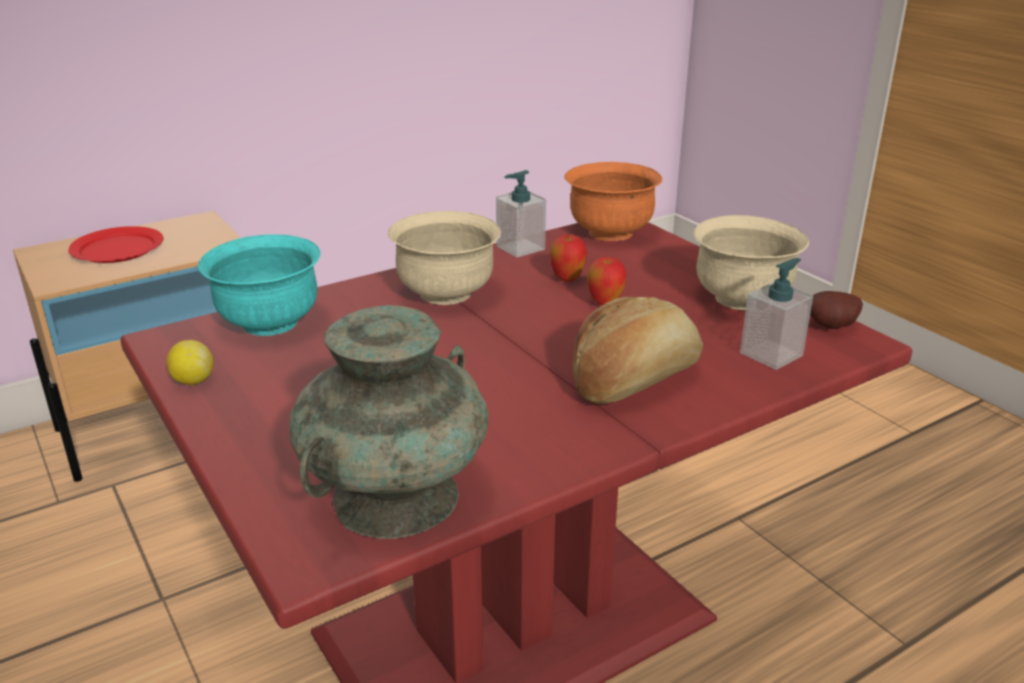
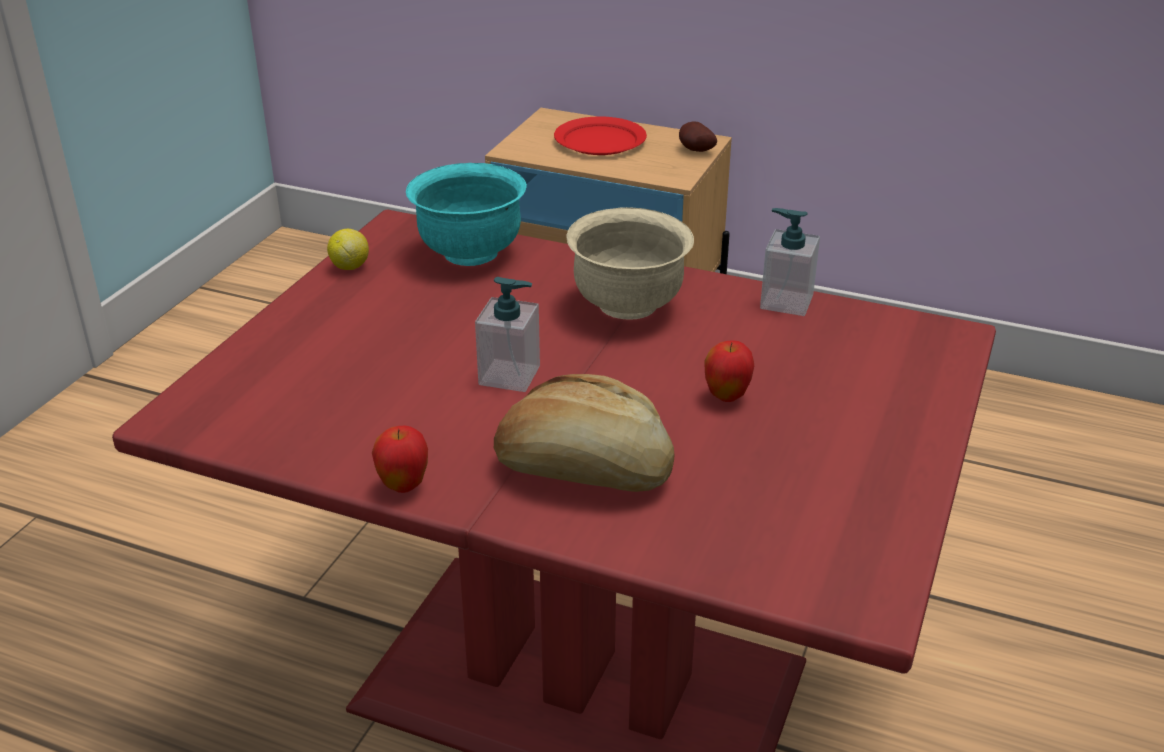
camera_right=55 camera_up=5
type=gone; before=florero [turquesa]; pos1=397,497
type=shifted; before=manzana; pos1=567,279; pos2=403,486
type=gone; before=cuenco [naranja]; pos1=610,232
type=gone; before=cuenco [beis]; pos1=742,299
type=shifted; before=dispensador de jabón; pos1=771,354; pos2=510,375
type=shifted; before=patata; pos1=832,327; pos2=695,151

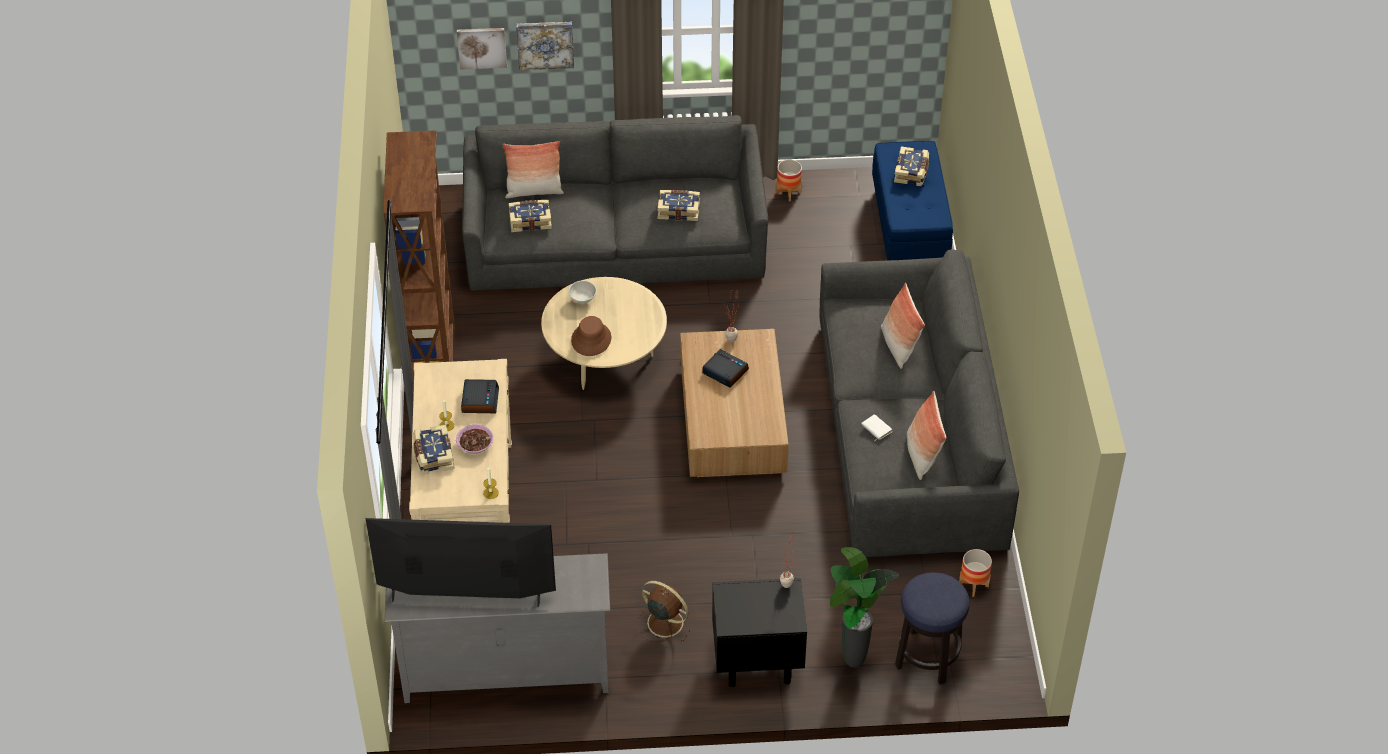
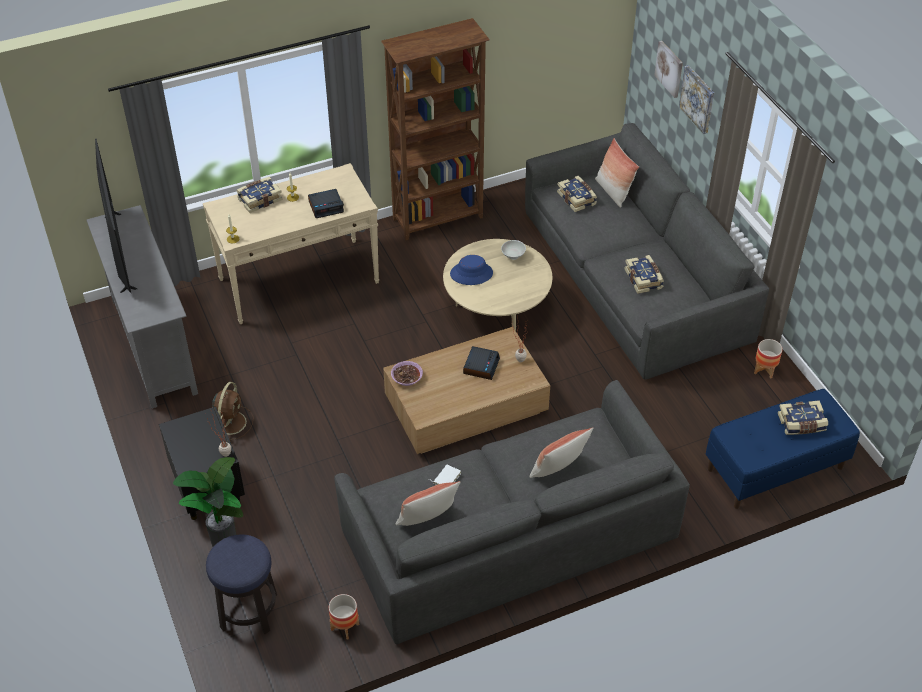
camera_right=70 camera_up=0
type=shifted; before=cuenco; pos1=475,444; pos2=406,378
type=repainted; before=sombrero [marrón]; after=sombrero [azul]; pos1=591,339; pos2=471,273

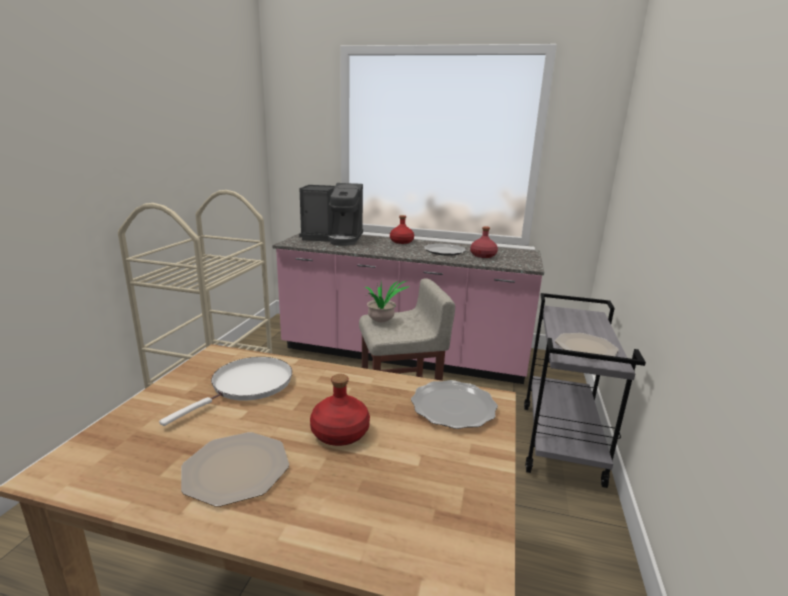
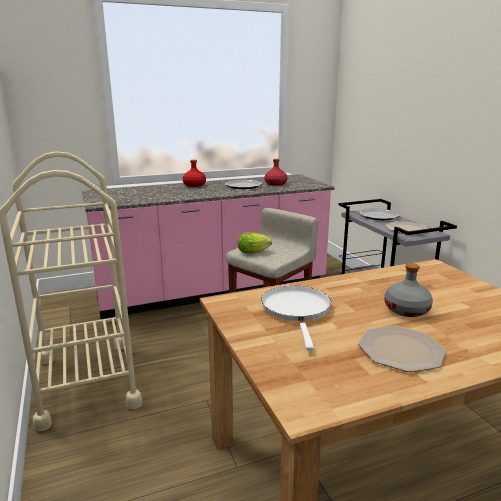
camera_right=-35 camera_up=0
type=gone; before=cafetera; pos1=334,239
type=repainted; before=botella [rojo]; after=botella [gris]; pos1=340,433; pos2=407,310
type=swapped; before=planta en maceta; after=lechuga; pos1=382,322; pos2=255,252
type=shifted; before=plato; pos1=453,407; pos2=378,216

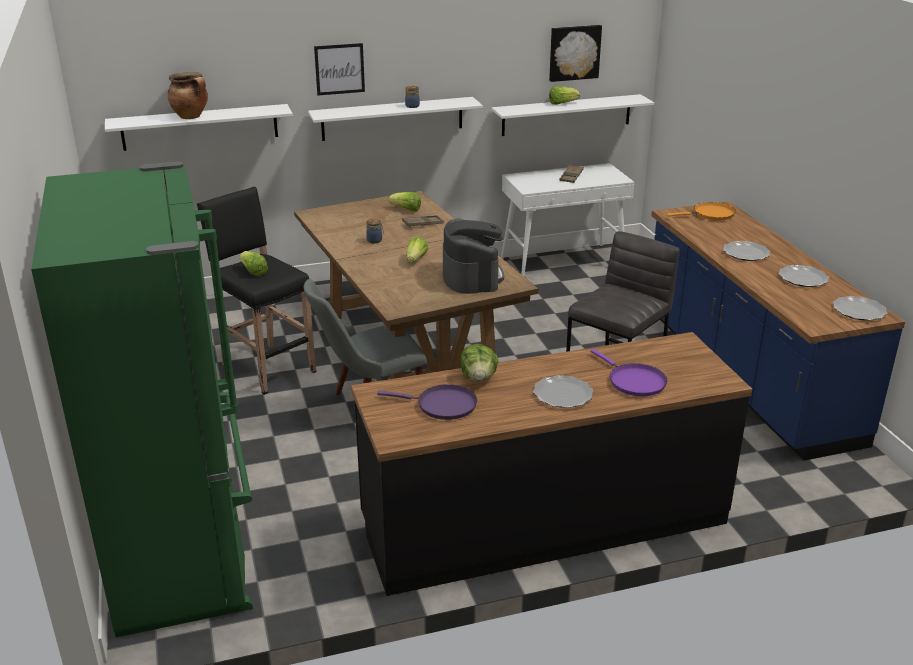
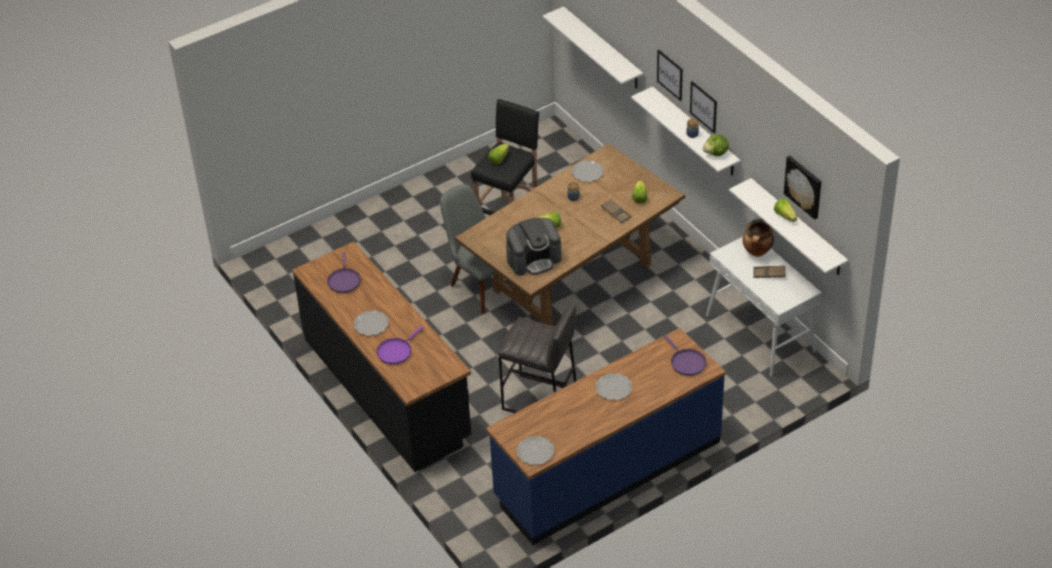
camera_right=75 camera_up=15
type=gone; before=nevera [verde]; pos1=184,553
type=shifted; before=olla; pos1=191,117; pos2=757,252
type=shifted; before=lechuga; pos1=479,378; pos2=716,153
type=repainted; before=sartén [naranja]; after=sartén [morado]; pos1=711,214; pos2=686,362
type=shifted; before=plato; pos1=802,278; pos2=587,172
type=new; after=cuadro; pos2=703,107

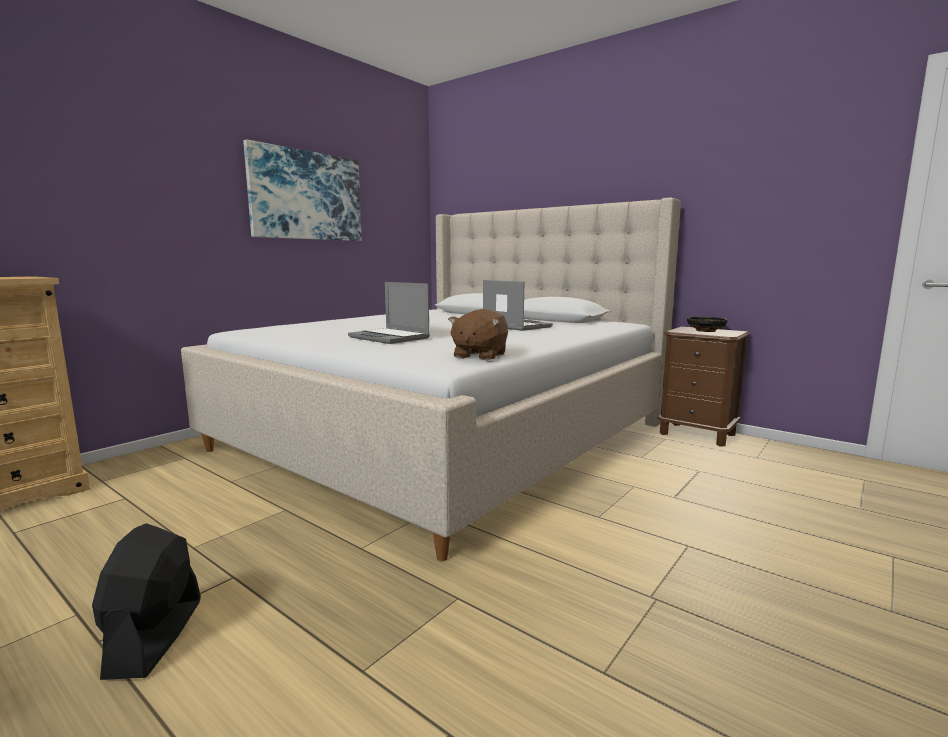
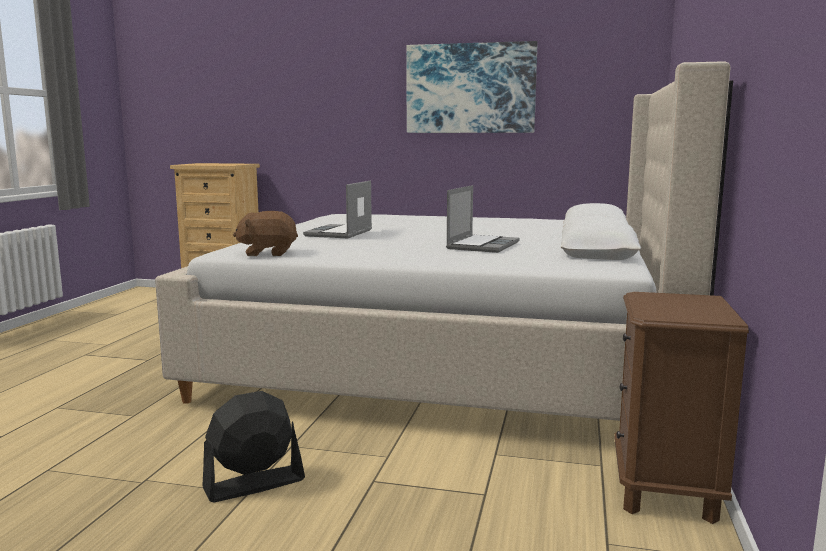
camera_right=65 camera_up=0
type=shifted; before=ventilador [negro]; pos1=155,637; pos2=254,484
type=gone; before=cuenco [negro]; pos1=706,330

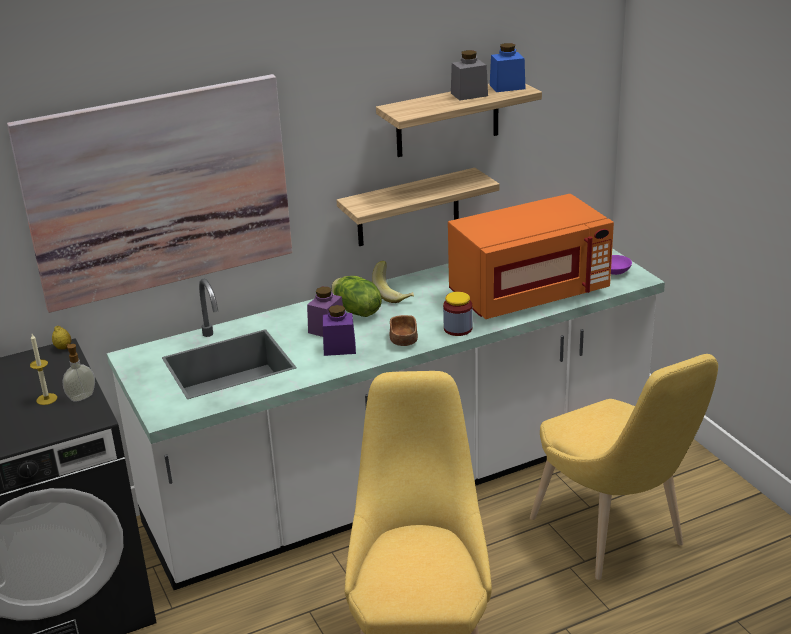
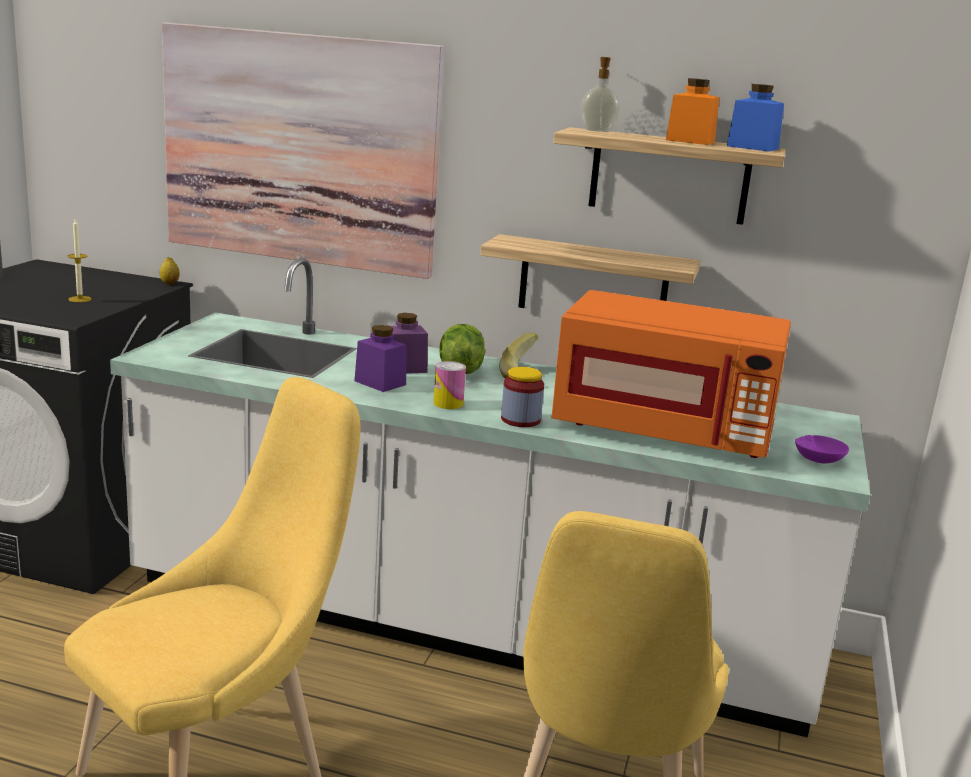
camera_right=40 camera_up=-10
type=shifted; before=dispensador de jabón; pos1=81,396; pos2=597,130
type=swapped; before=cuenco [marrón]; after=lata; pos1=403,340; pos2=448,403
type=repainted; before=tarro [gris]; after=tarro [naranja]; pos1=469,94; pos2=690,141

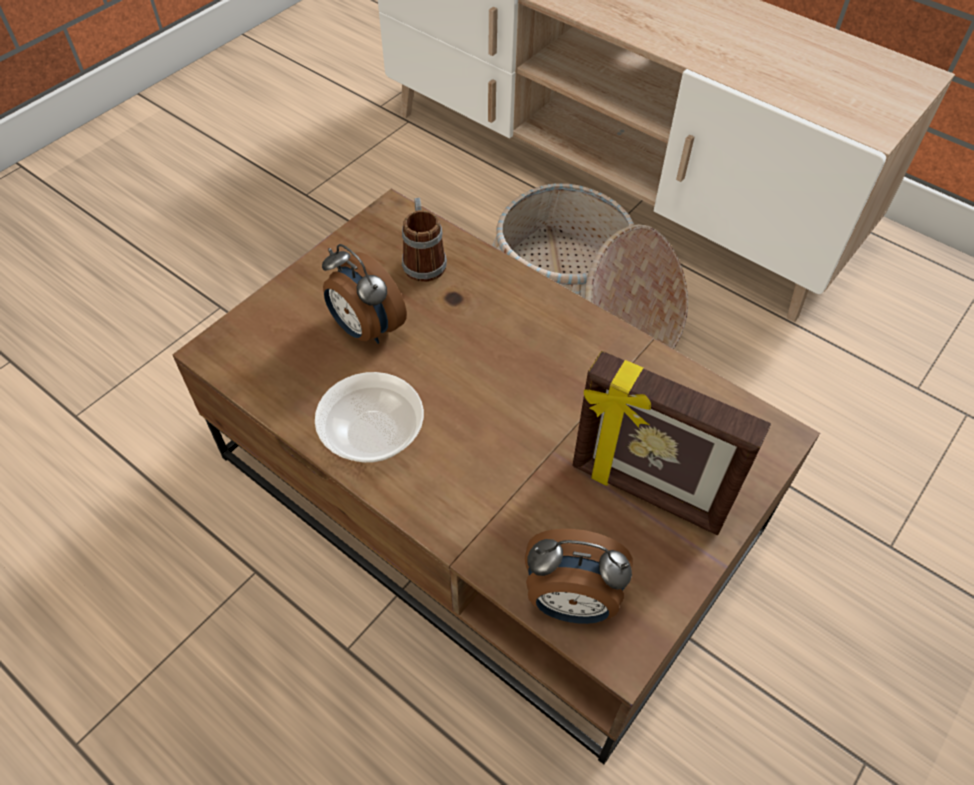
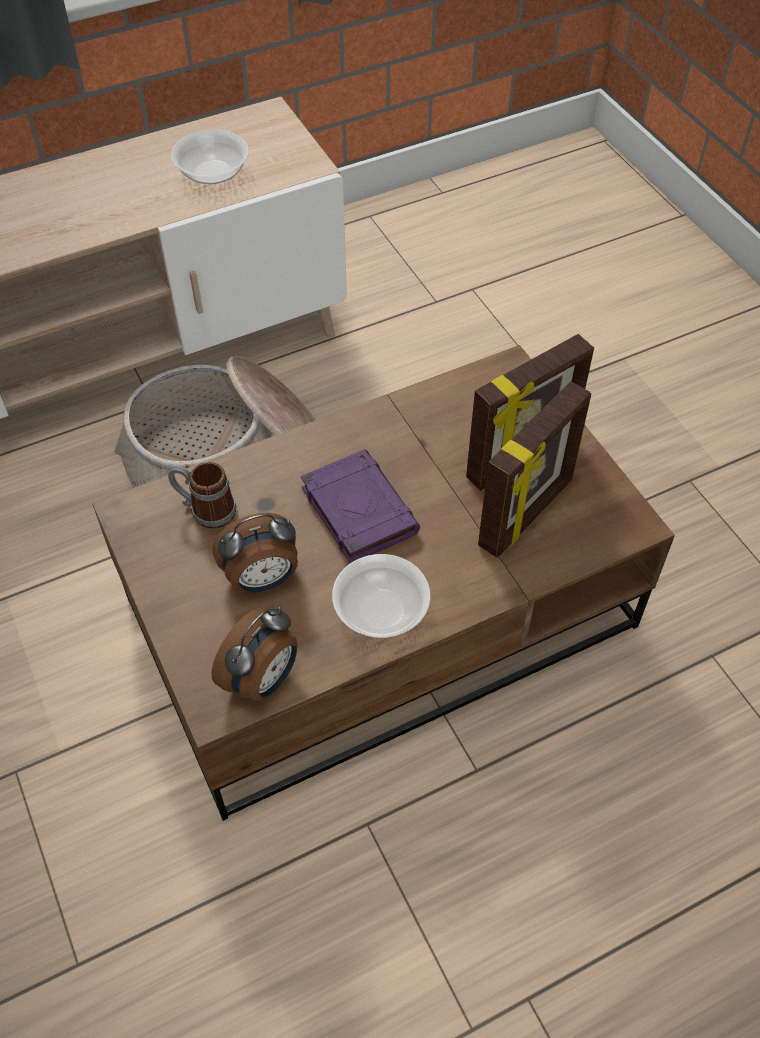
camera_right=-65 camera_up=0
type=shifted; before=despertador; pos1=571,602; pos2=263,680
type=new; after=cuenco; pos2=213,173
type=new; after=libro [morado]; pos2=358,510
type=new; after=portarretratos; pos2=527,514

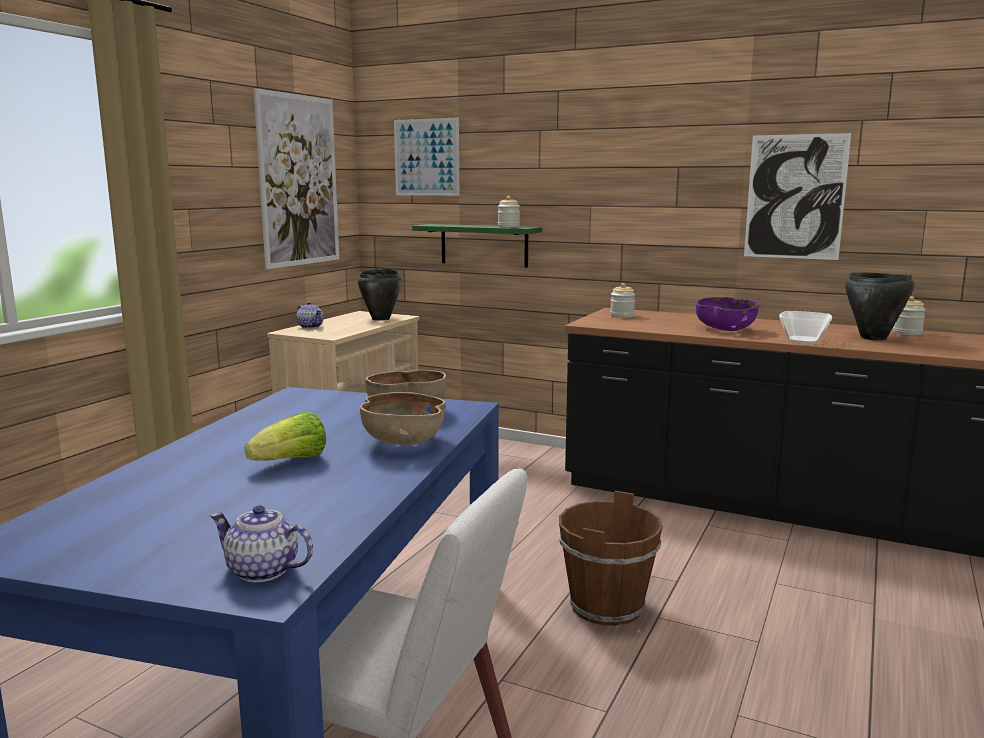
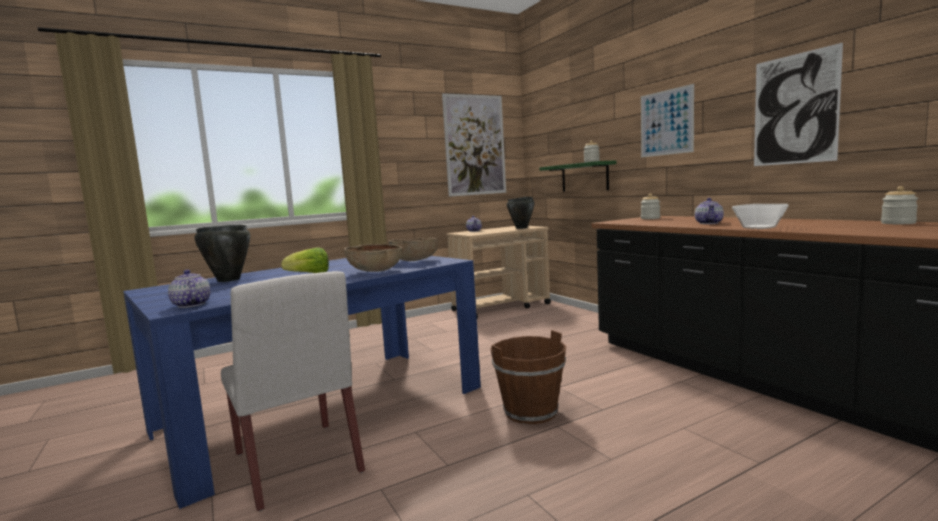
camera_right=35 camera_up=-5
type=shifted; before=cuadro; pos1=426,157; pos2=666,122
type=swapped; before=cuenco [morado]; after=tetera; pos1=725,329; pos2=709,223
type=shifted; before=olla [negro]; pos1=873,338; pos2=228,280

